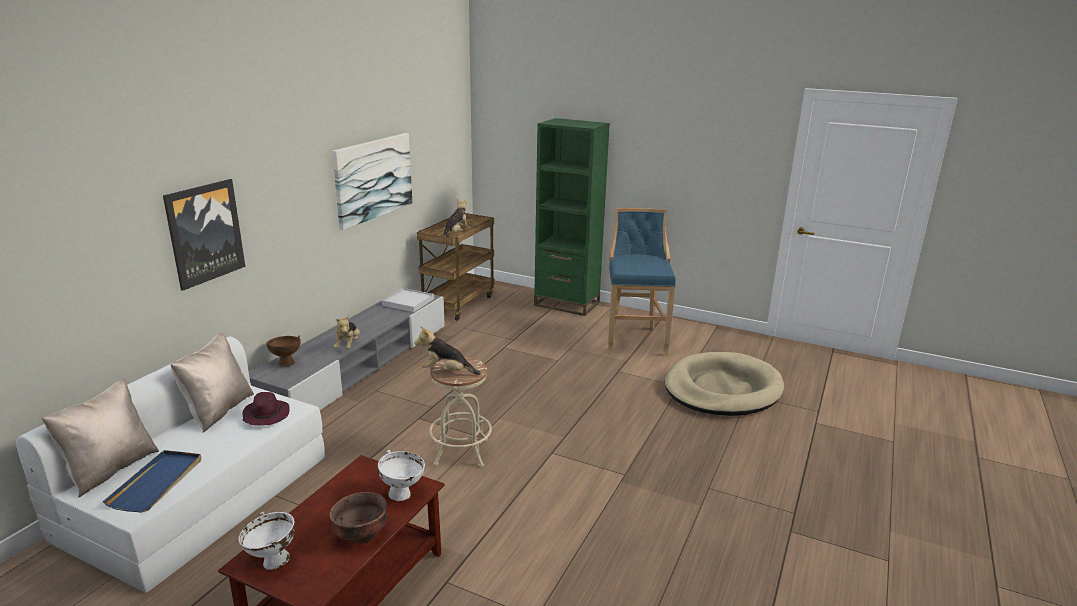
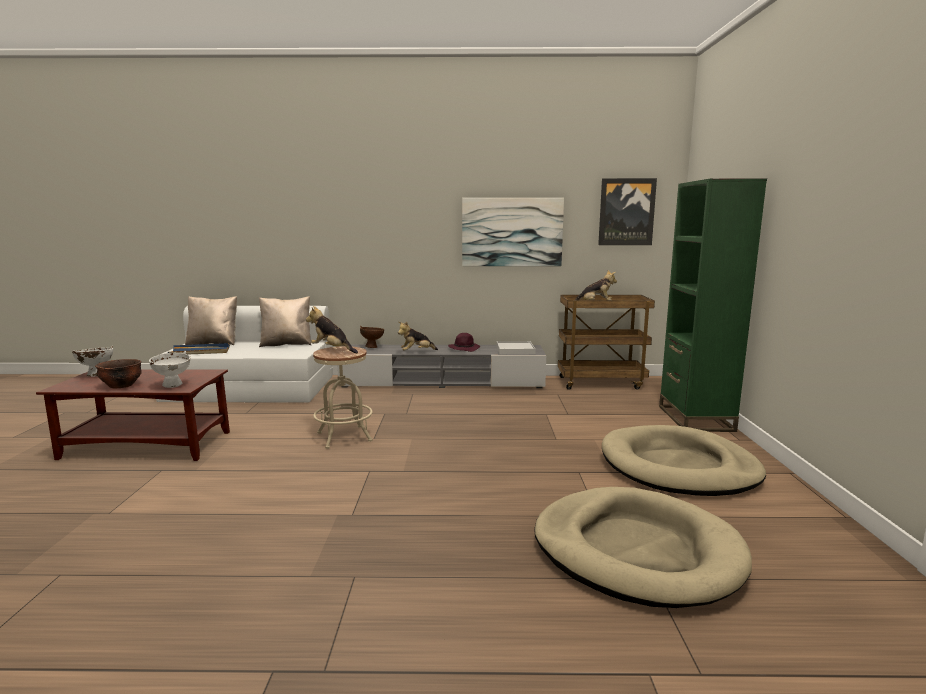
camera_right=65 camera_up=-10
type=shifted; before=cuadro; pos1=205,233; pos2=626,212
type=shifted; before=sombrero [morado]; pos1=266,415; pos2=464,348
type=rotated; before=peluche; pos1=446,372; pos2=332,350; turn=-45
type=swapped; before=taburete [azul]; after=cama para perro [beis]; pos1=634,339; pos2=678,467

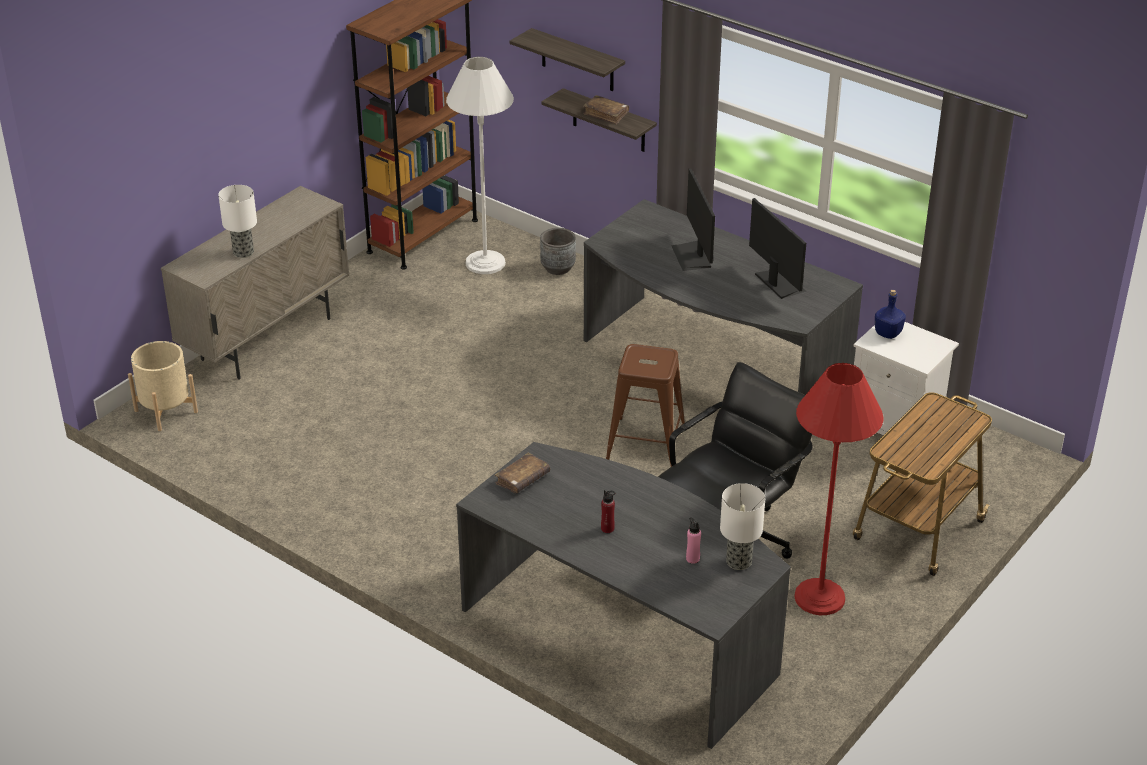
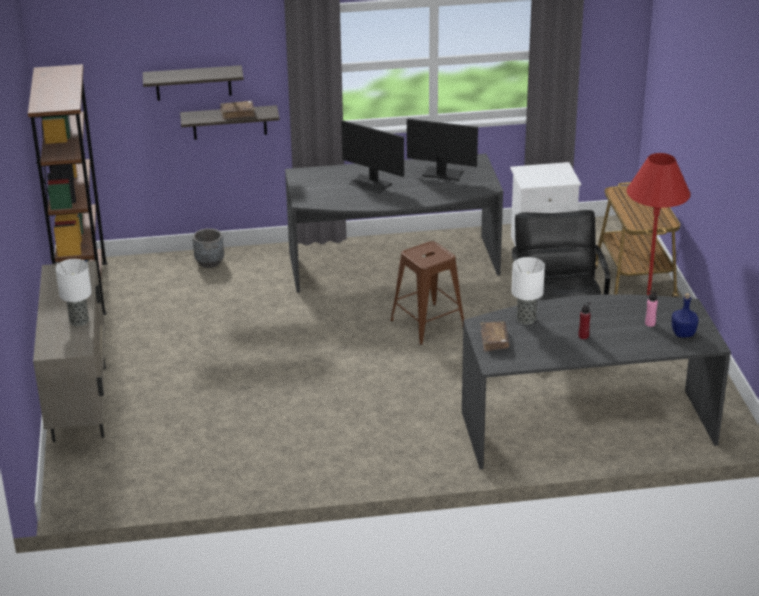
camera_right=-45 camera_up=-5
type=gone; before=maceta [beis]; pos1=166,411
type=gone; before=lámpara de pie [blanco]; pos1=485,263
type=shifted; before=lámpara de mesa; pos1=738,562; pos2=526,320
type=shifted; before=botella [azul]; pos1=888,333; pos2=683,333

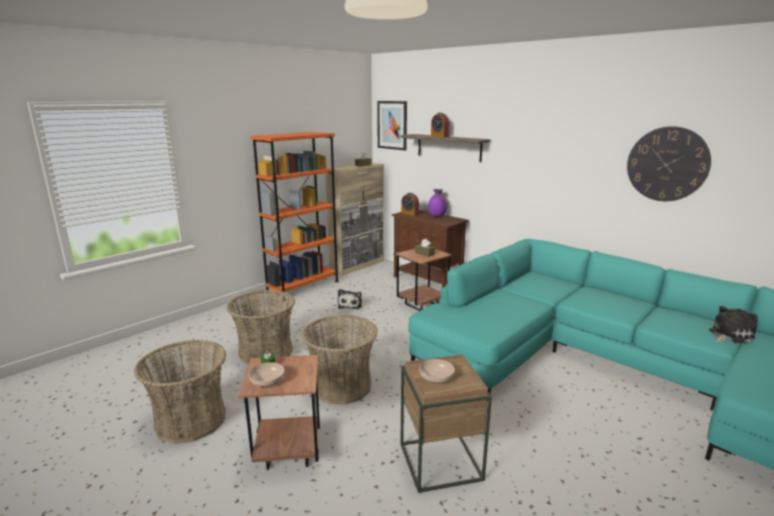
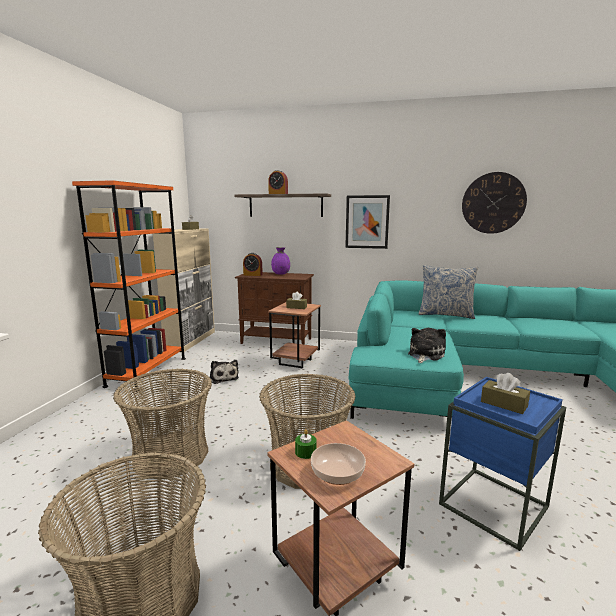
camera_right=-30 camera_up=-5
type=shifted; before=cuadro; pos1=392,125; pos2=367,222
type=repainted; before=mesa auxiliar [marrón]; after=mesa auxiliar [azul]; pos1=440,462; pos2=493,505
type=swapped; before=cuenco; after=caja de pañuelos [marrón]; pos1=436,377; pos2=504,404
type=shifted; before=peluche; pos1=729,335; pos2=425,354
type=new; after=cojín; pos2=445,315

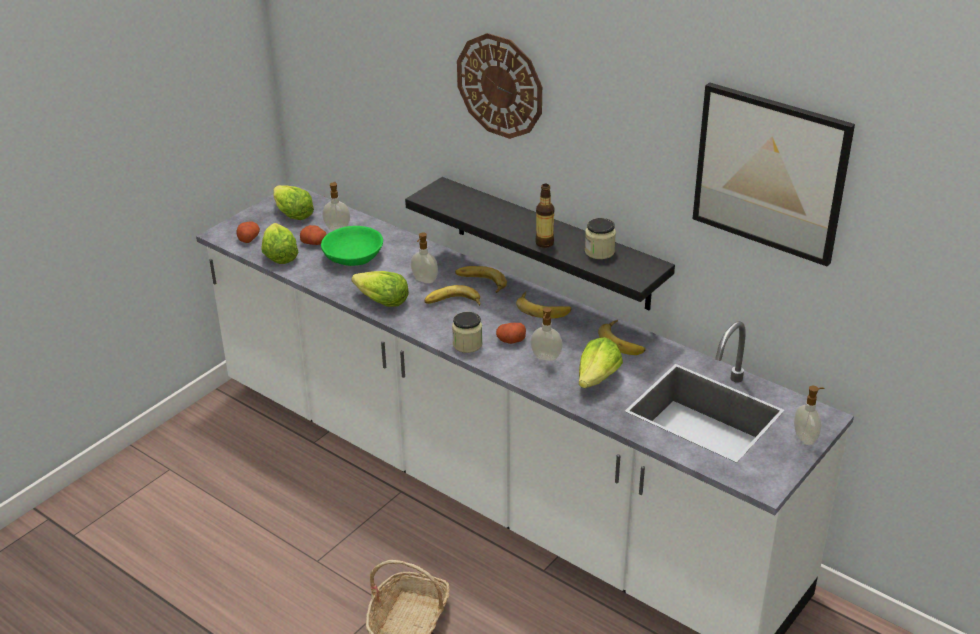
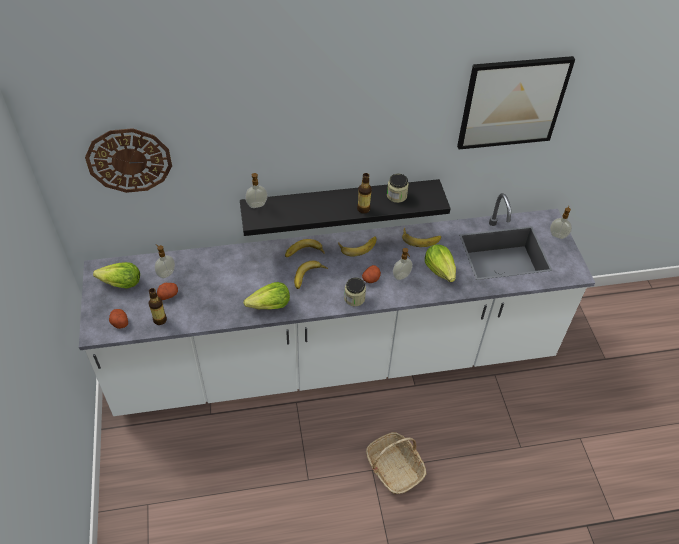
camera_right=-50 camera_up=15
type=swapped; before=lechuga; after=botella; pos1=279,255; pos2=160,320
type=gone; before=cuenco [verde]; pos1=353,257
type=shifted; before=dispensador de jabón; pos1=424,280; pos2=257,205
type=shifted; before=reloj de pared; pos1=500,86; pos2=129,160

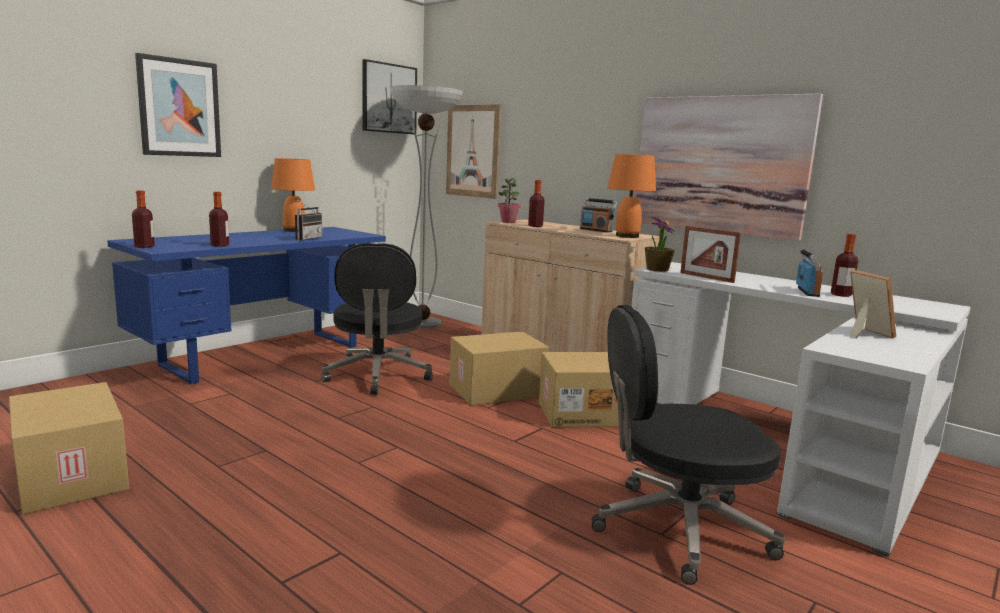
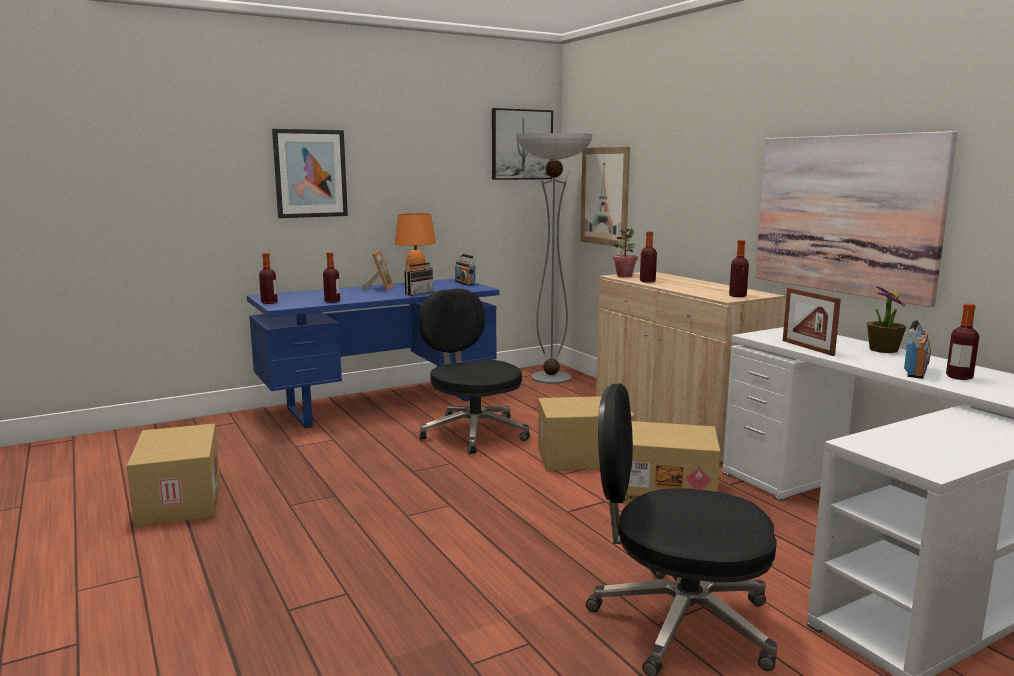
camera_right=20 camera_up=0
type=rotated; before=silla de oficina [negro]; pos1=377,376; pos2=473,432; turn=135
type=shifted; before=radio; pos1=596,230; pos2=465,283
type=swapped; before=lámpara de mesa [naranja]; after=botella; pos1=627,236; pos2=737,296
type=shifted; before=planta en maceta; pos1=657,269; pos2=883,350
type=shifted; before=portarretratos; pos1=862,333; pos2=380,288

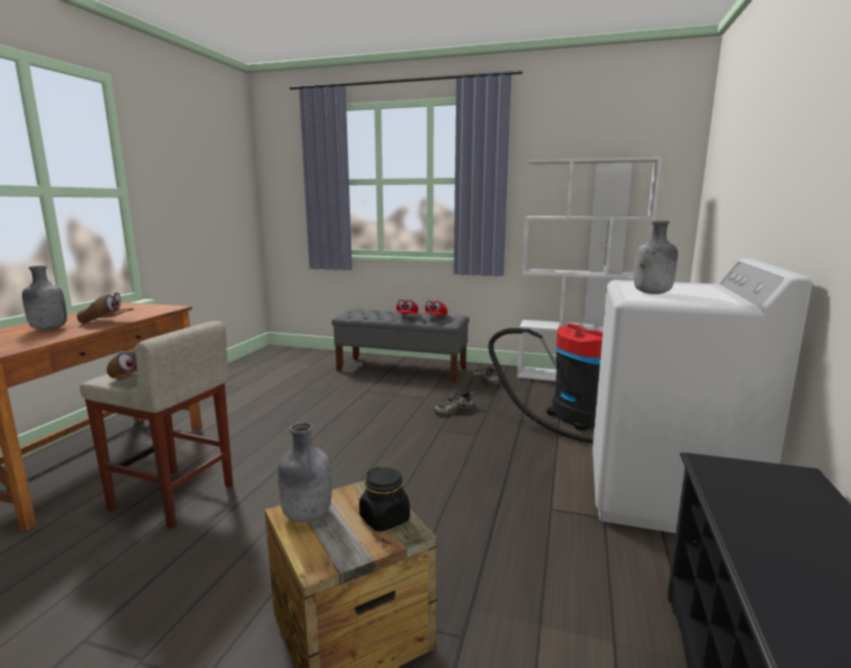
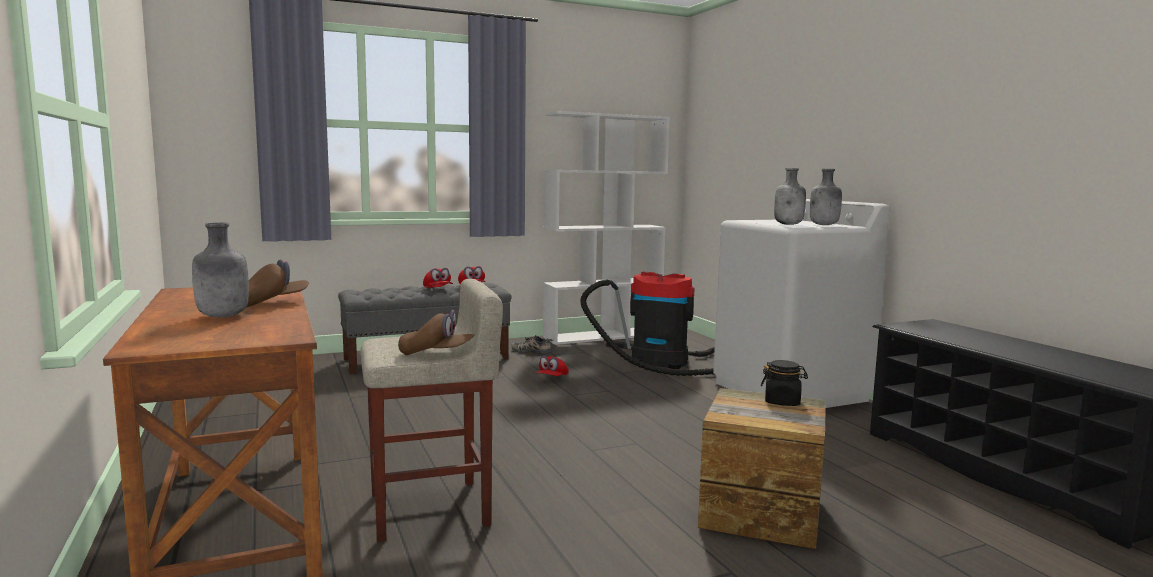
camera_right=-40 camera_up=-5
type=shifted; before=botella [gris]; pos1=306,515; pos2=824,225
type=swapped; before=zapato; after=gorra [rojo]; pos1=454,410; pos2=552,378

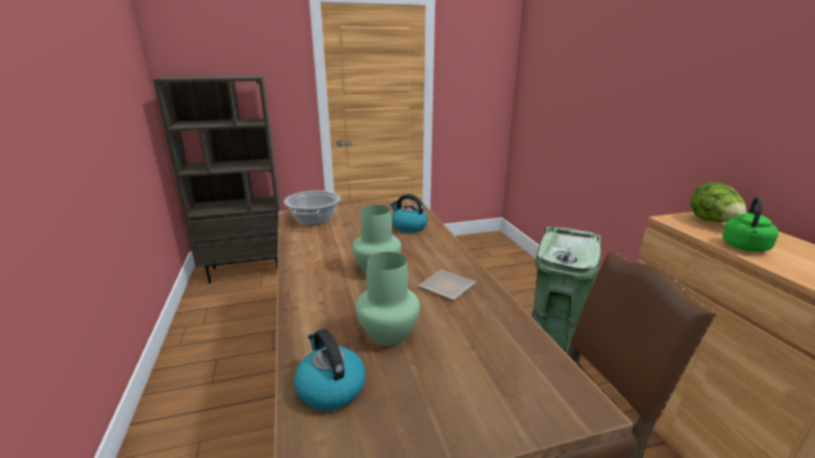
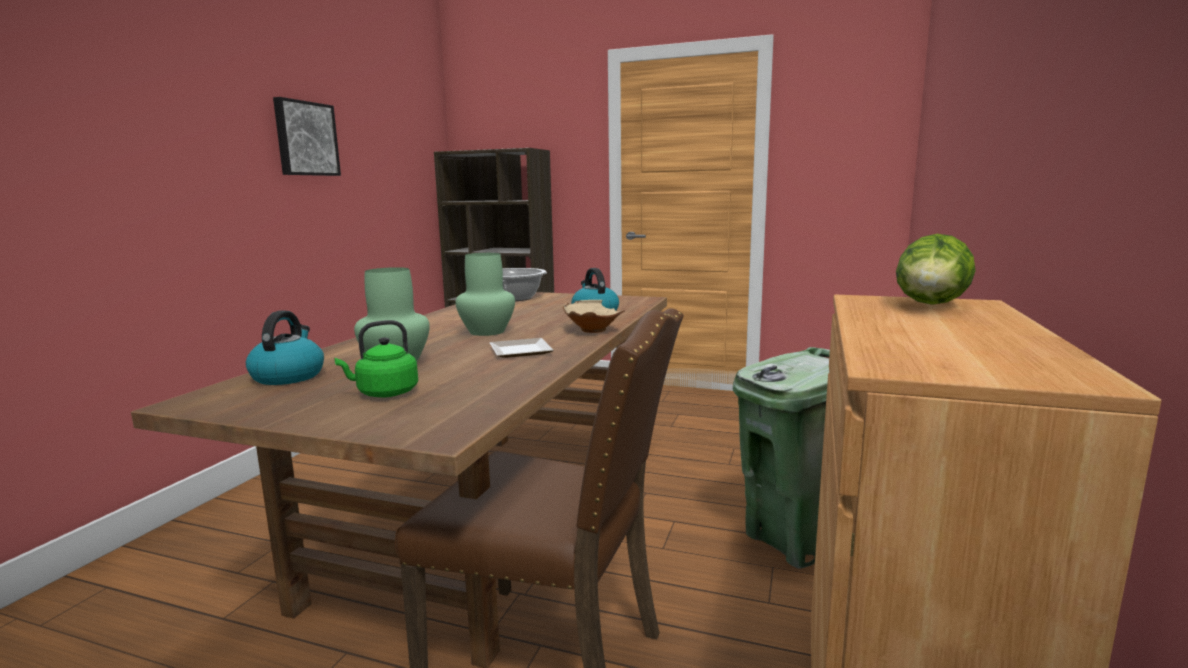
camera_right=35 camera_up=-10
type=shifted; before=hervidor [verde]; pos1=745,248; pos2=384,393
type=new; after=cuadro; pos2=305,139
type=new; after=cuenco [beis]; pos2=591,330

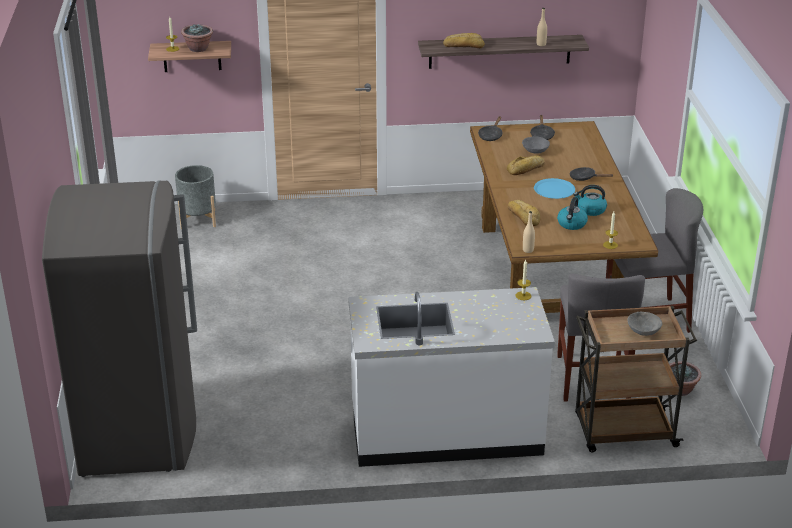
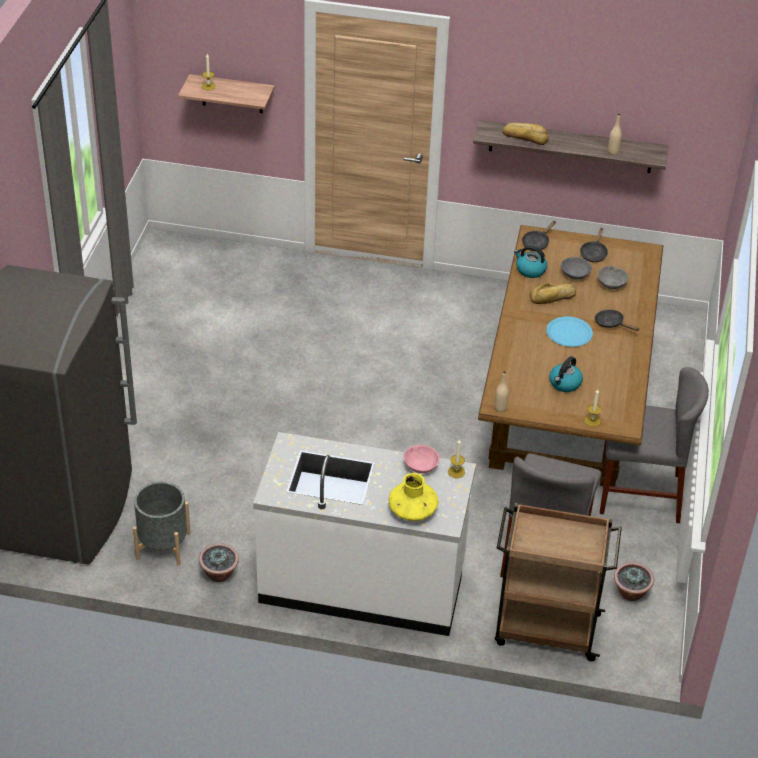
camera_right=15 camera_up=10
type=shifted; before=maceta [gris]; pos1=198,219; pos2=163,545
type=shifted; before=planta en maceta; pos1=198,49; pos2=219,574
type=gone; before=pan; pos1=524,216
type=shifted; before=hervidor; pos1=590,210; pos2=530,270
type=shifted; before=cuenco [gris]; pos1=643,331; pos2=611,284
type=new; after=florero [amarillo]; pos2=412,510
type=new; after=cuenco [rosa]; pos2=420,466

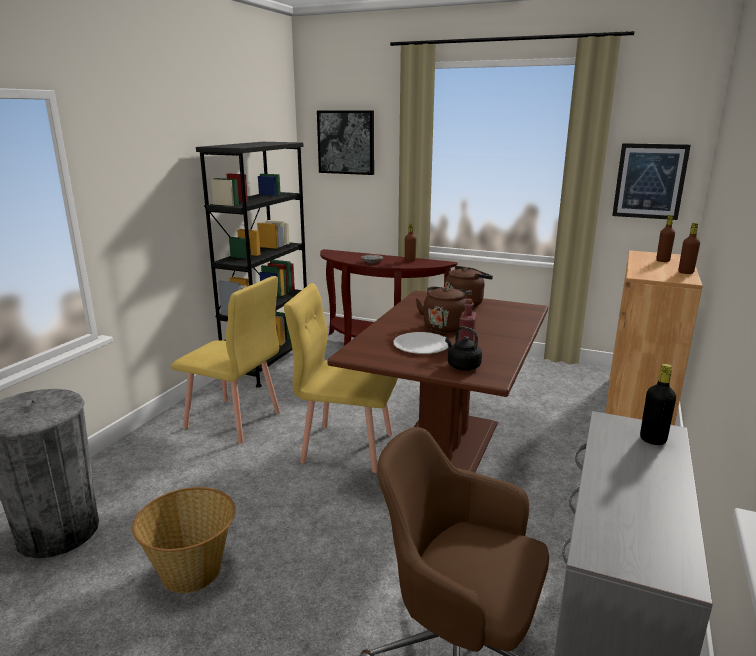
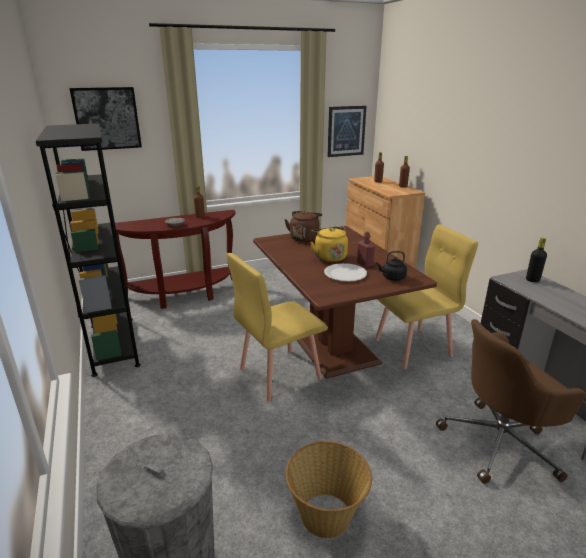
camera_right=-45 camera_up=5
type=shifted; before=silla [amarillo]; pos1=233,420; pos2=413,347
type=repainted; before=hervidor [marrón]; after=hervidor [amarillo]; pos1=445,326; pos2=329,257

